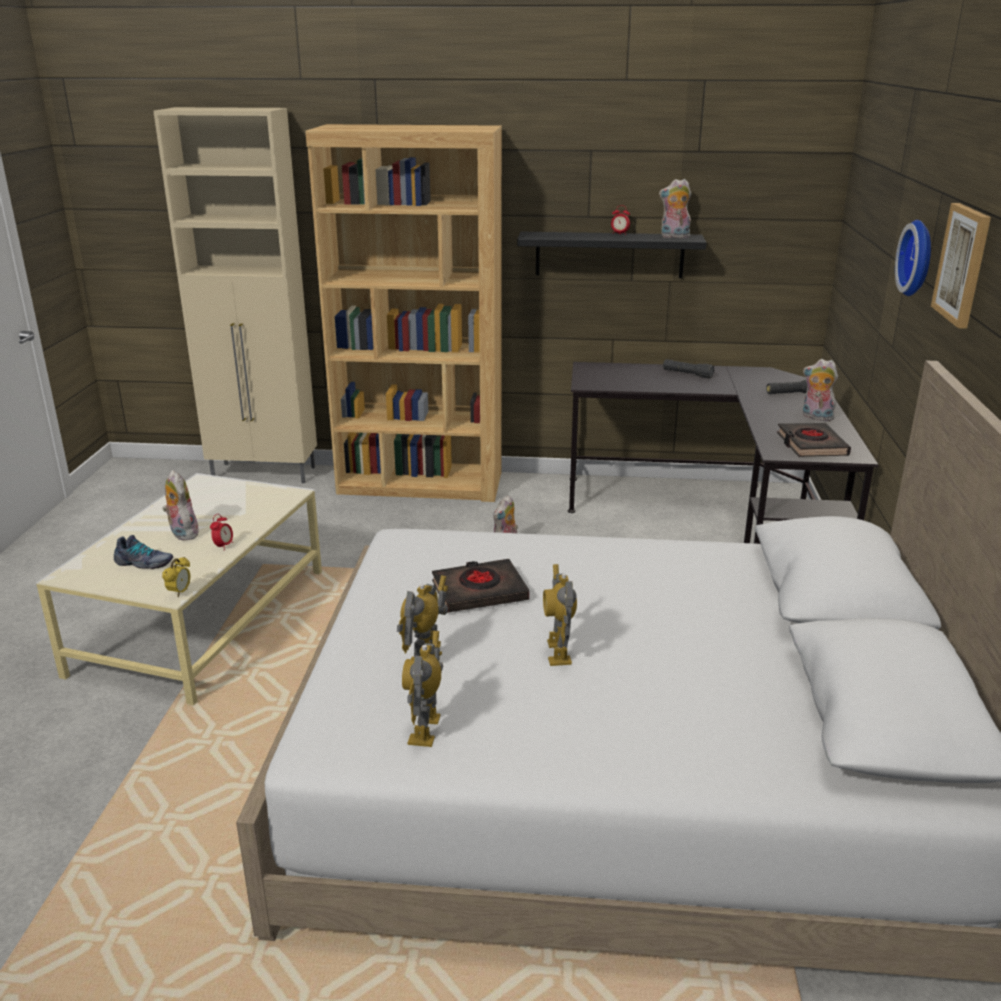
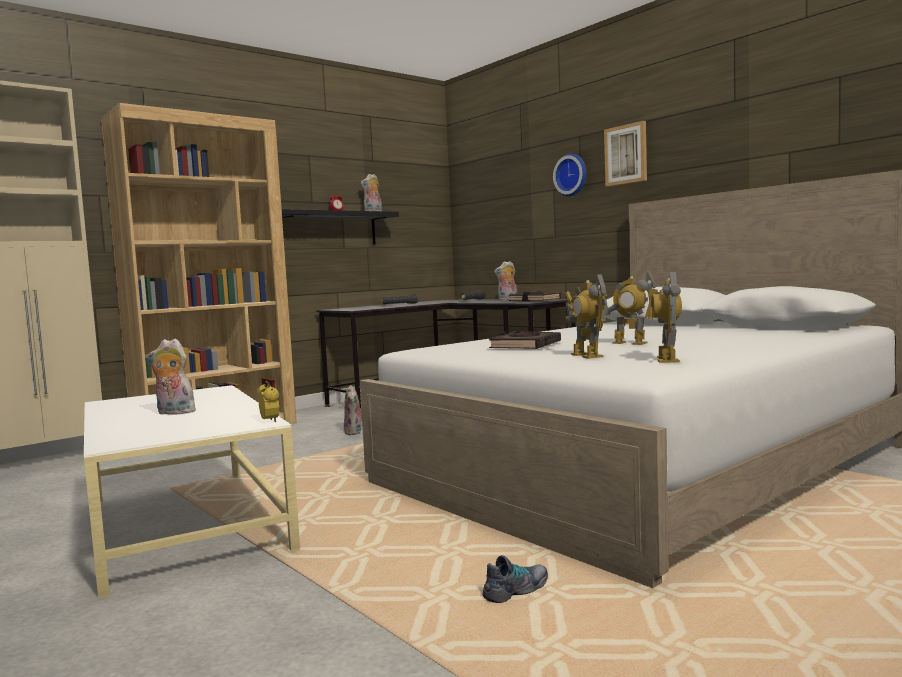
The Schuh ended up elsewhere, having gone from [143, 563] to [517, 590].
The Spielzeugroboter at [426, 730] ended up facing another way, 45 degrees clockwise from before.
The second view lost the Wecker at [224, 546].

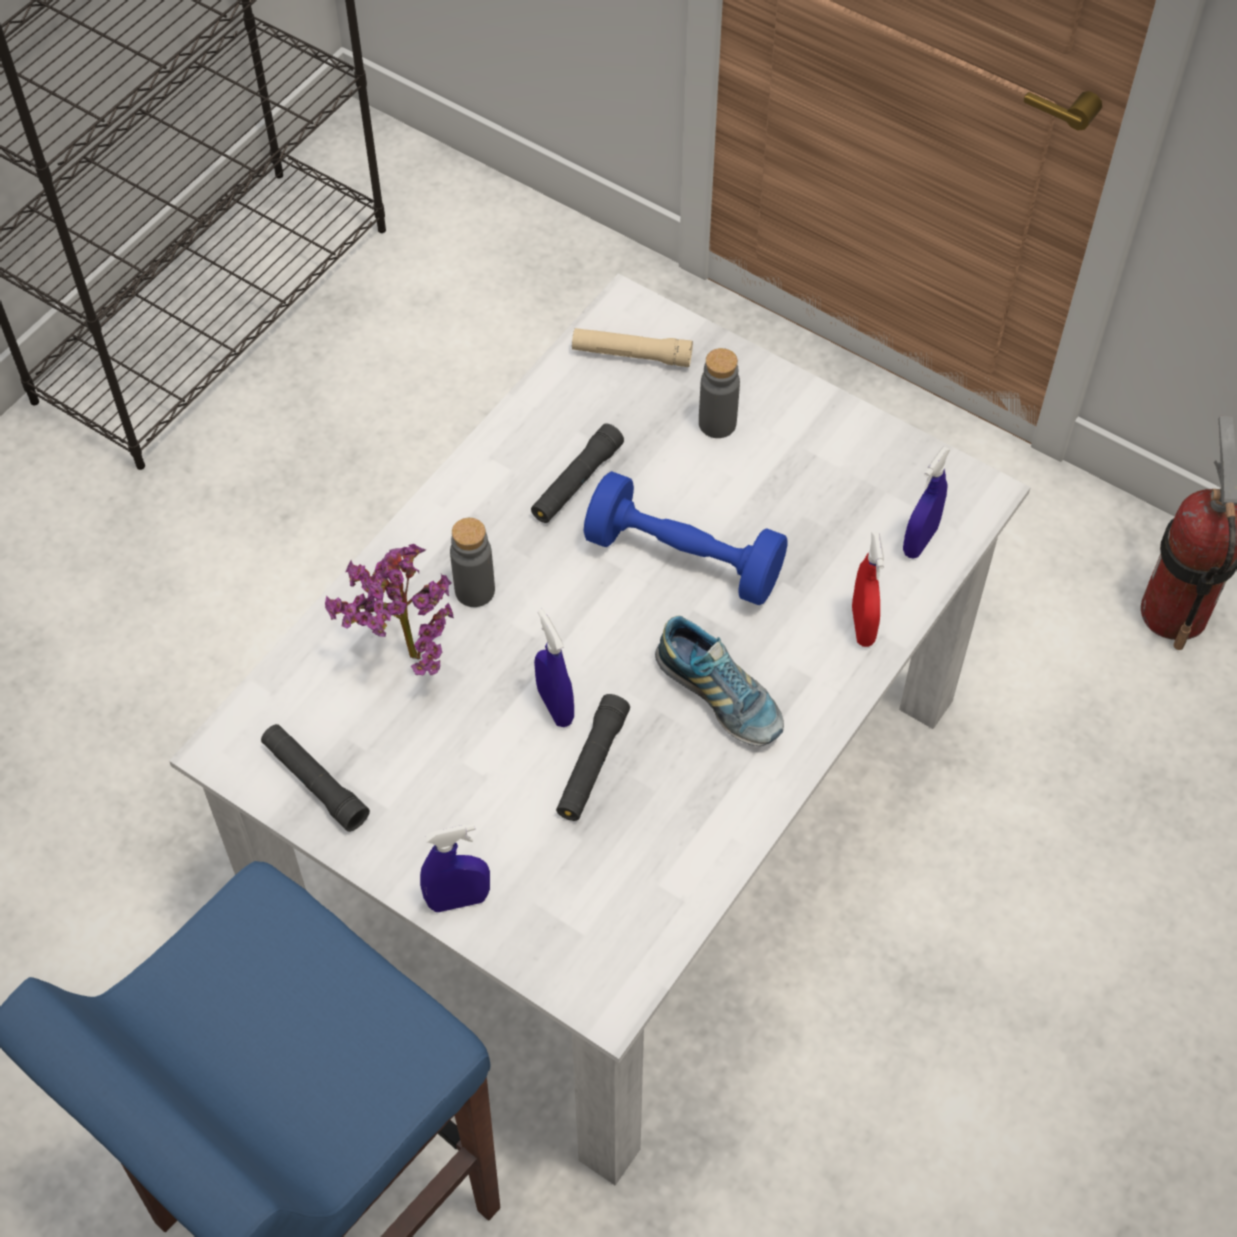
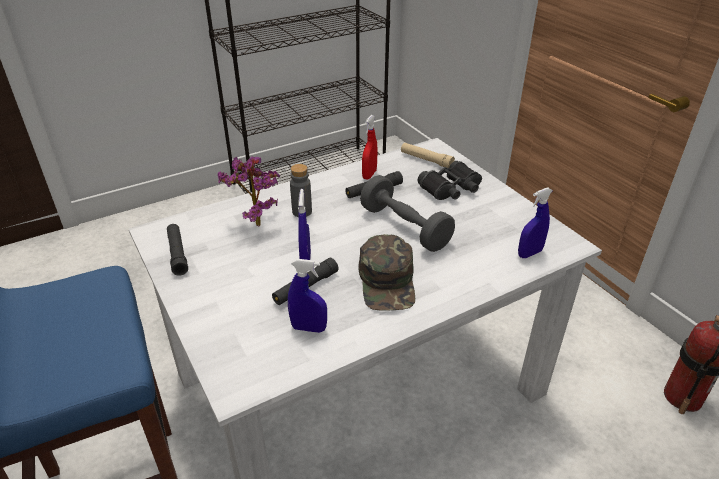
The Sprühflasche [blau] ended up elsewhere, having gone from [458, 900] to [308, 328].
Where the Schuh stood at [719, 696], the Kappe [grün] came to stand at [388, 281].
What was the Hantel [blau] at [684, 559] turned into the Hantel [grau] at [405, 227].
The Sprühflasche [rot] ended up elsewhere, having gone from [862, 626] to [369, 174].
Where the Flasche [grau] stood at [717, 423], the Fernglas [schwarz] came to stand at [451, 189].

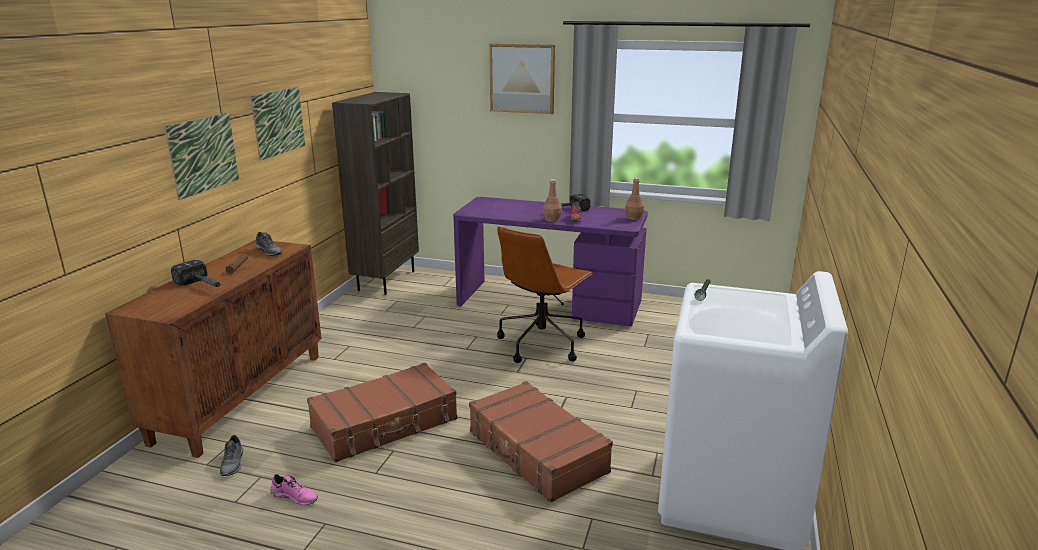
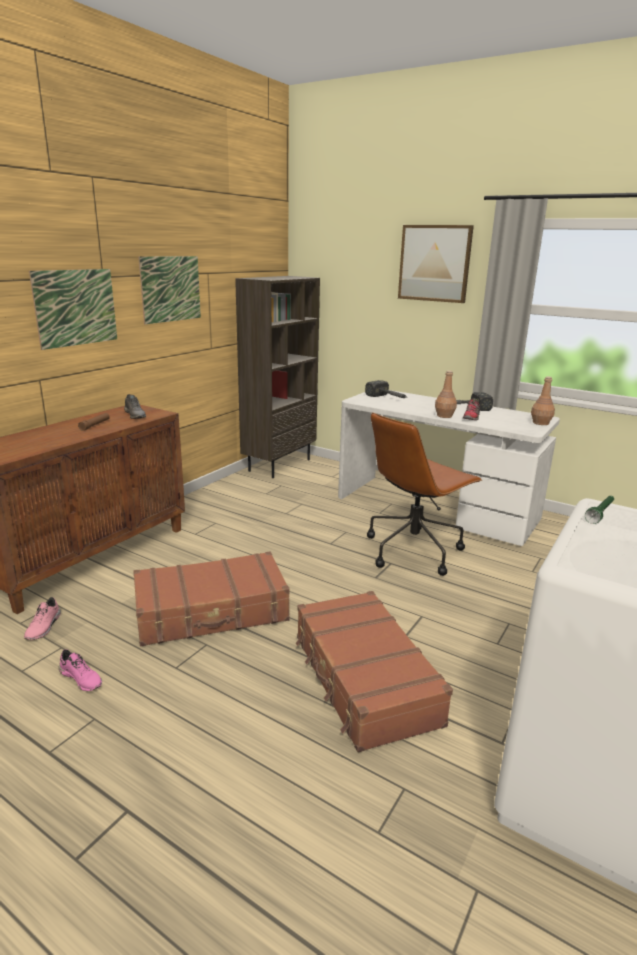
What was the Schuh [grau] at [233, 463] turned into the Schuh [rosa] at [44, 627].
What was the Schreibtisch [lila] at [549, 303] turned into the Schreibtisch [weiß] at [436, 508].
The Hammer ended up elsewhere, having gone from [203, 286] to [388, 398].

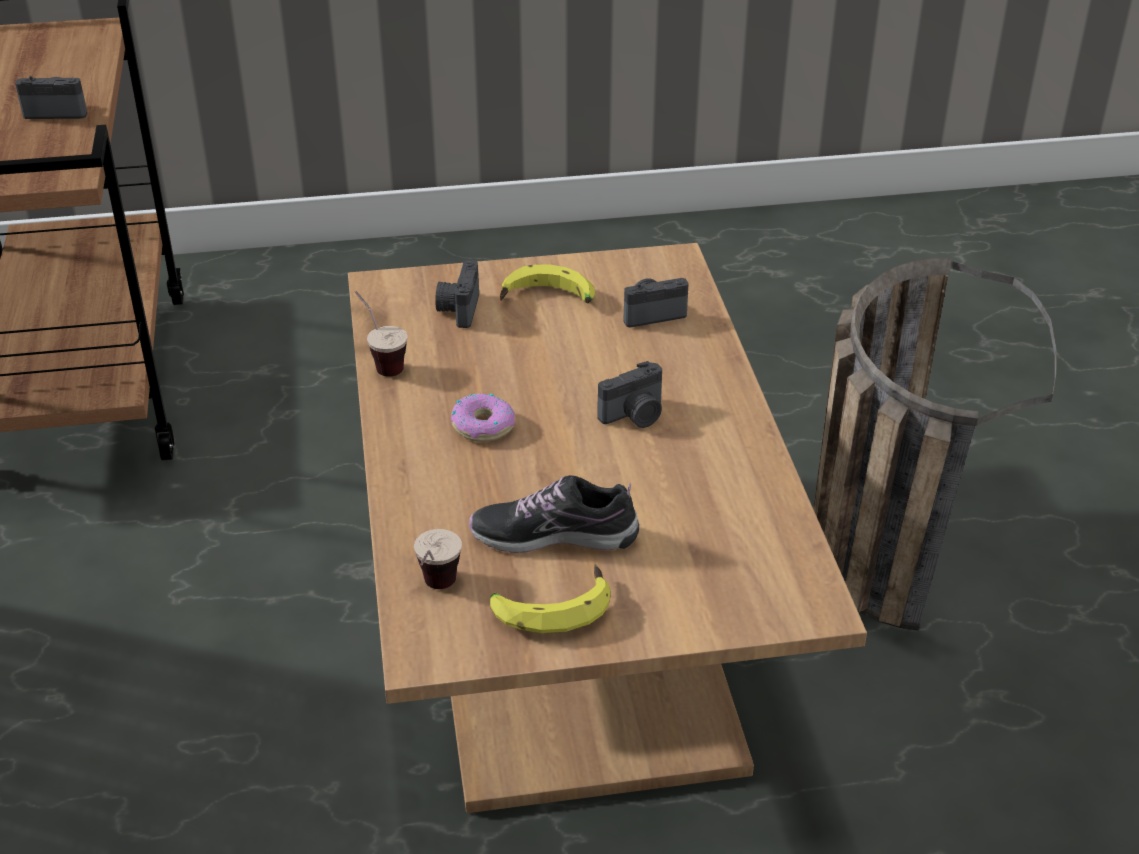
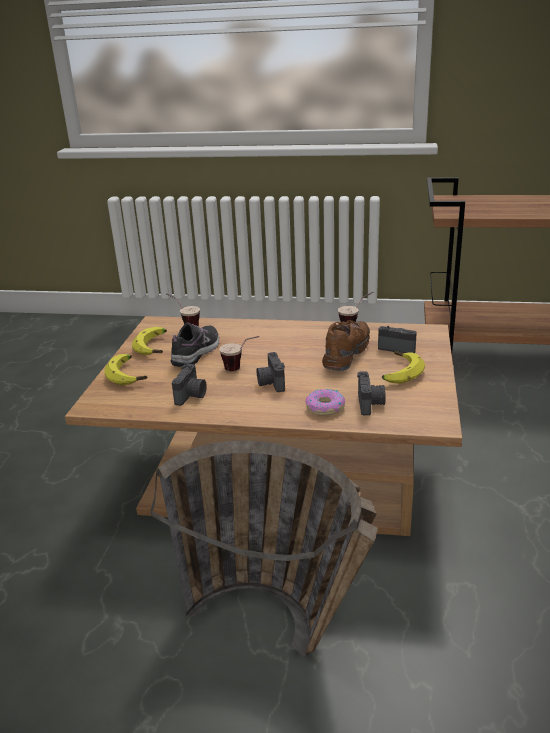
The second view gained the Banane at [129, 375].
The Kamera ended up elsewhere, having gone from [57, 111] to [191, 395].
The second view gained the Tasse at [241, 369].
The Donut ended up elsewhere, having gone from [483, 425] to [325, 408].
The second view gained the Schuh [braun] at [346, 355].

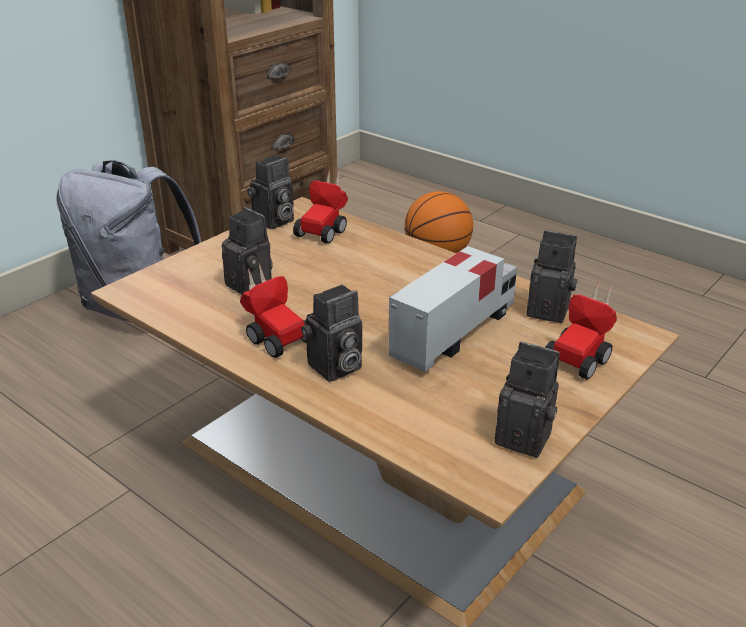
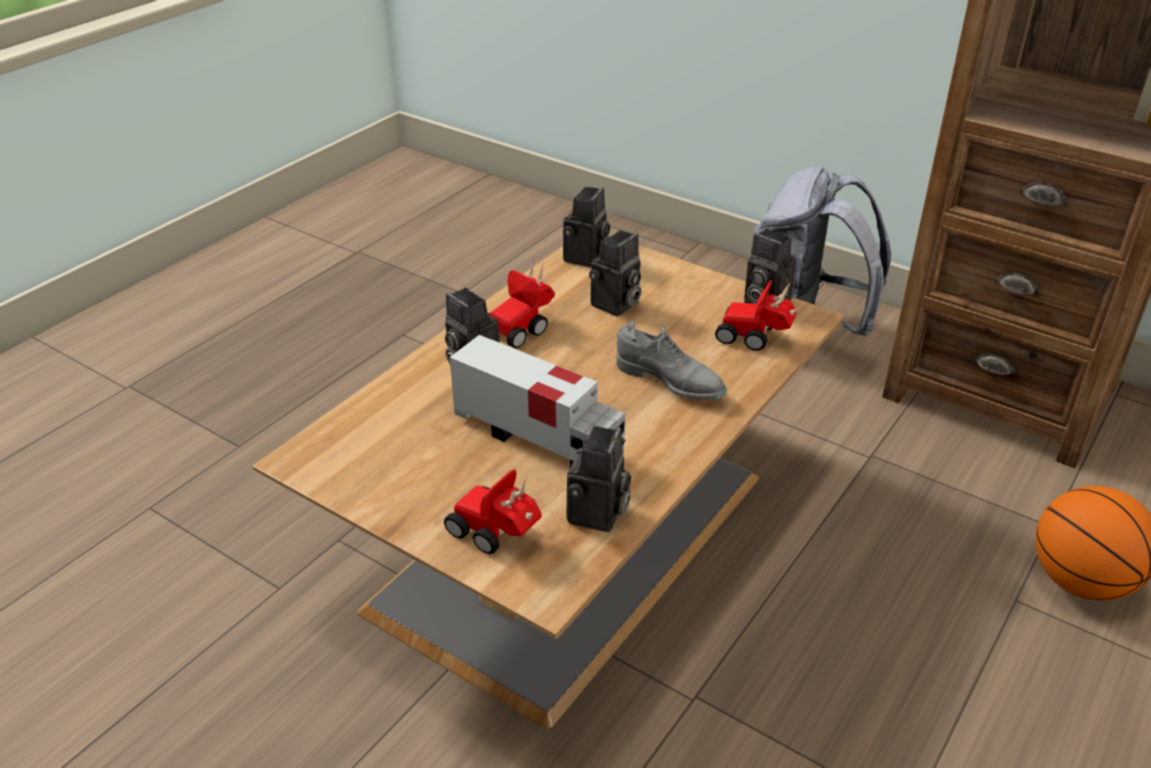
The Kamera ended up elsewhere, having gone from [527, 437] to [586, 258].
The second view gained the Schuh [grau] at [670, 381].

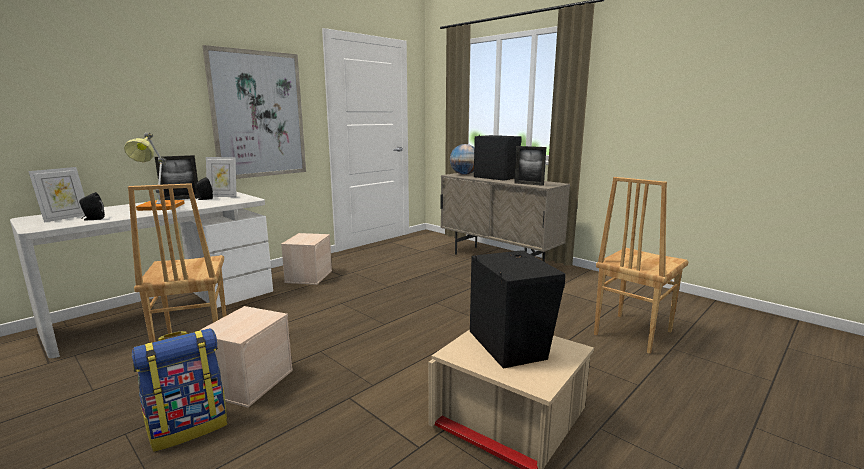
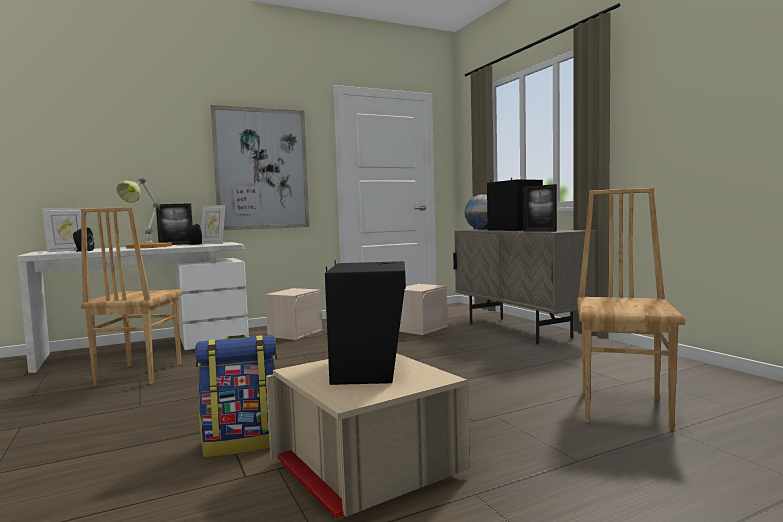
The Rucksack ended up elsewhere, having gone from [189, 427] to [242, 443].
The Aufbewahrungsbox [beige] ended up elsewhere, having gone from [249, 381] to [421, 328].
The Stuhl [braun] at [631, 332] ended up facing another way, 135 degrees clockwise from before.

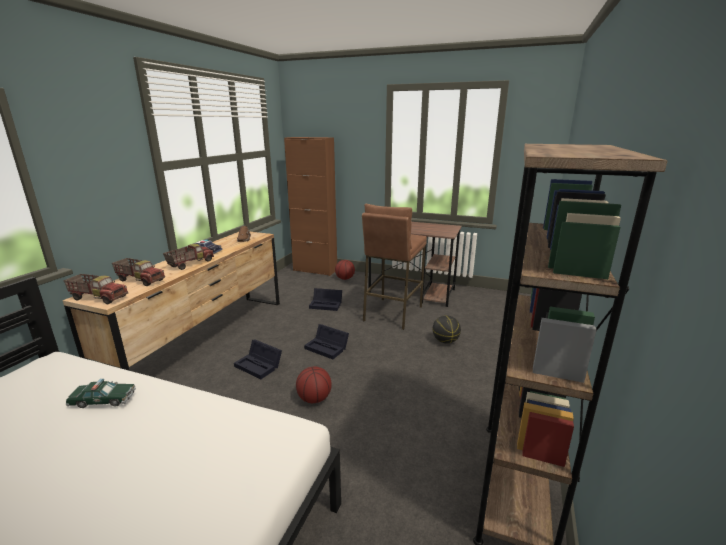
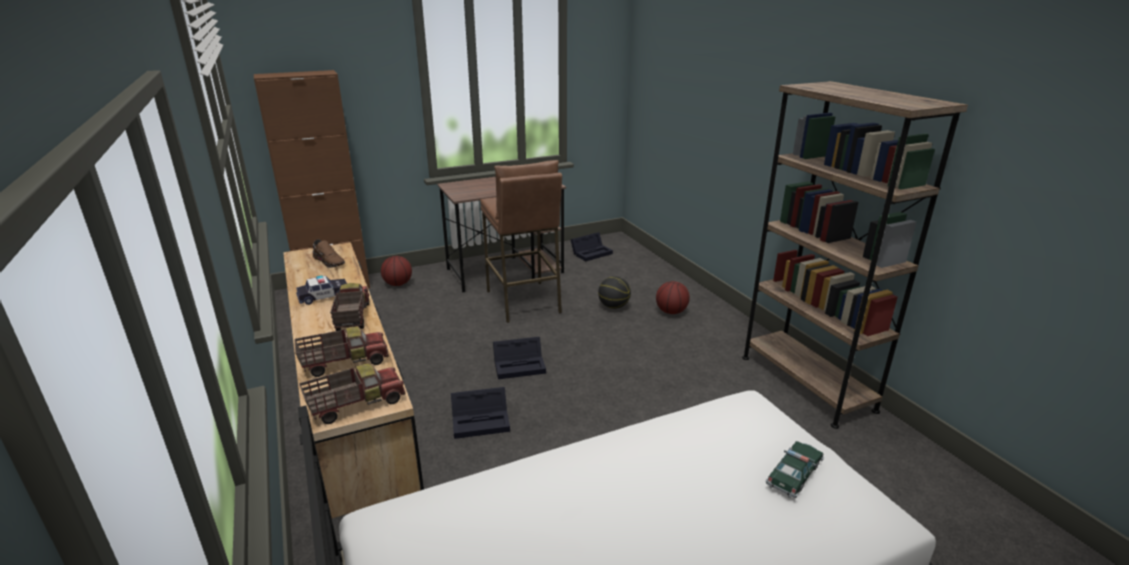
The Aufbewahrungsbox [schwarz] ended up elsewhere, having gone from [327, 304] to [592, 253].
The Basketball ended up elsewhere, having gone from [314, 399] to [671, 312].
The Spielzeugauto ended up elsewhere, having gone from [103, 400] to [794, 474].

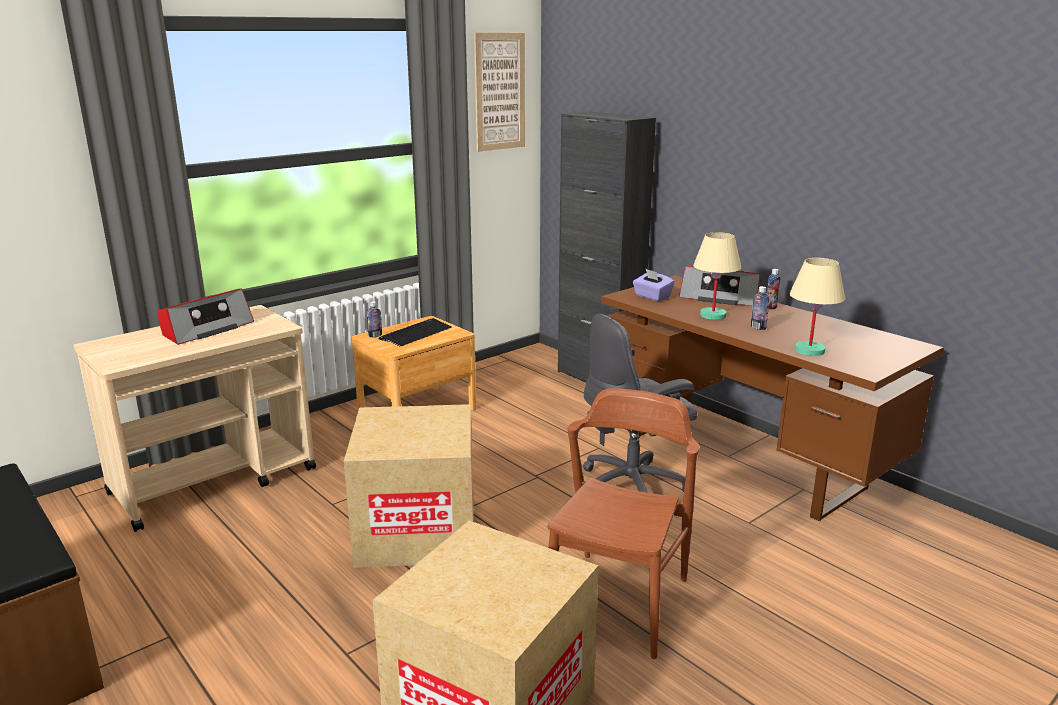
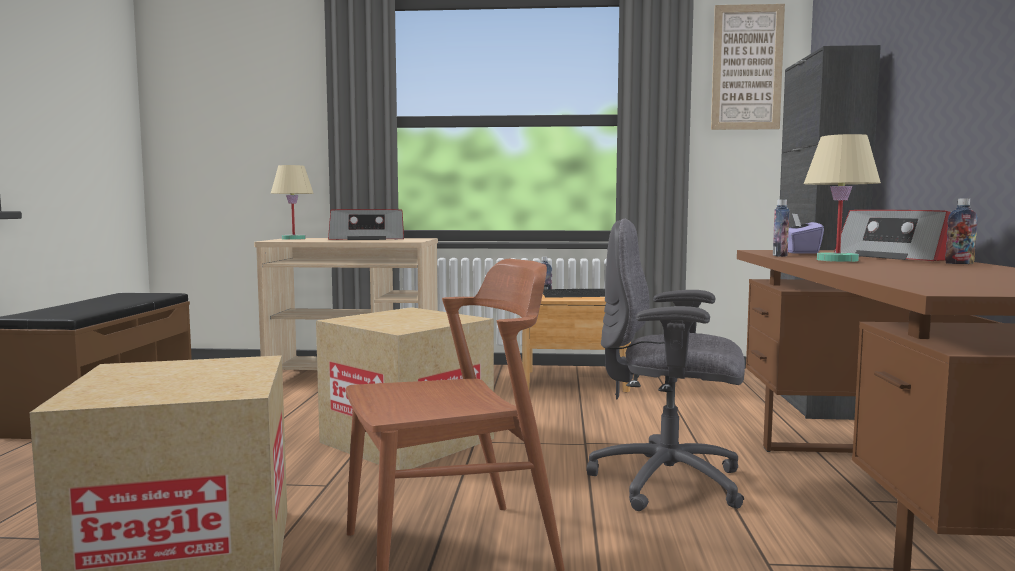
The Tischlampe [beige] ended up elsewhere, having gone from [810, 350] to [294, 239].
The Flasche ended up elsewhere, having gone from [758, 327] to [780, 256].

